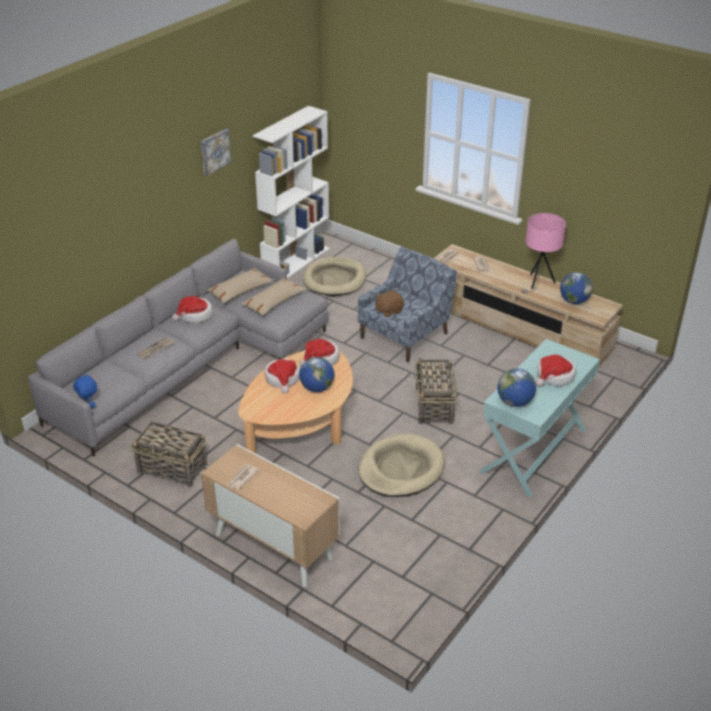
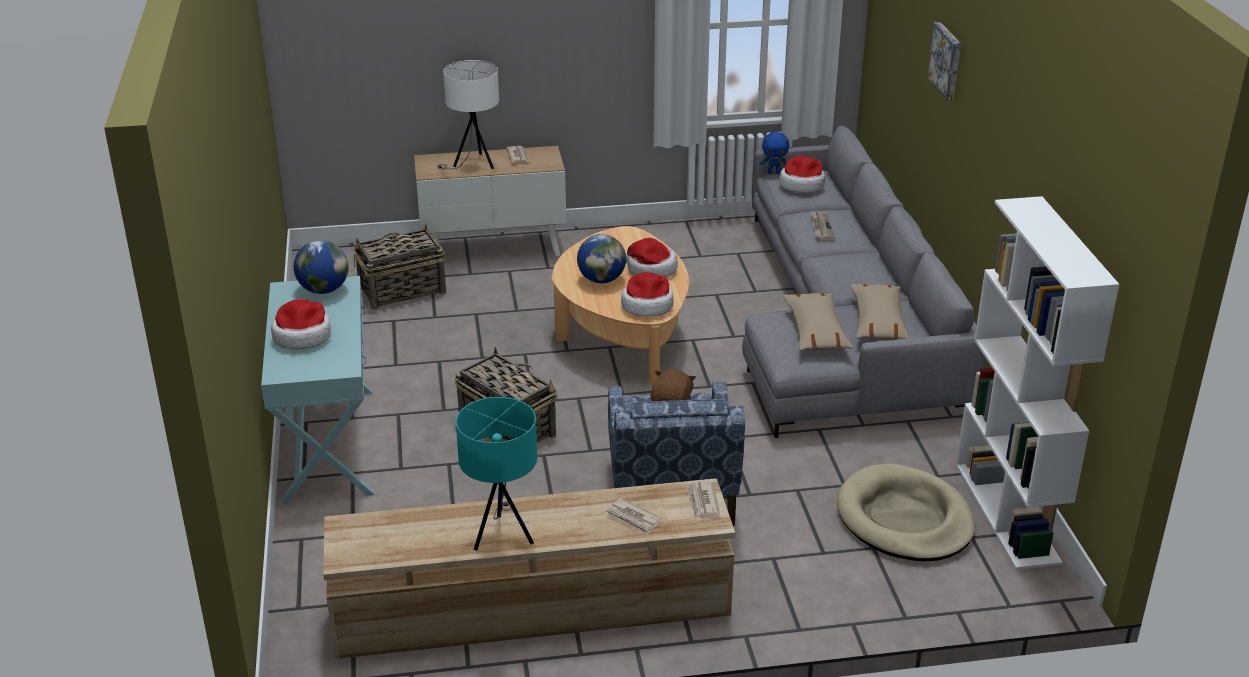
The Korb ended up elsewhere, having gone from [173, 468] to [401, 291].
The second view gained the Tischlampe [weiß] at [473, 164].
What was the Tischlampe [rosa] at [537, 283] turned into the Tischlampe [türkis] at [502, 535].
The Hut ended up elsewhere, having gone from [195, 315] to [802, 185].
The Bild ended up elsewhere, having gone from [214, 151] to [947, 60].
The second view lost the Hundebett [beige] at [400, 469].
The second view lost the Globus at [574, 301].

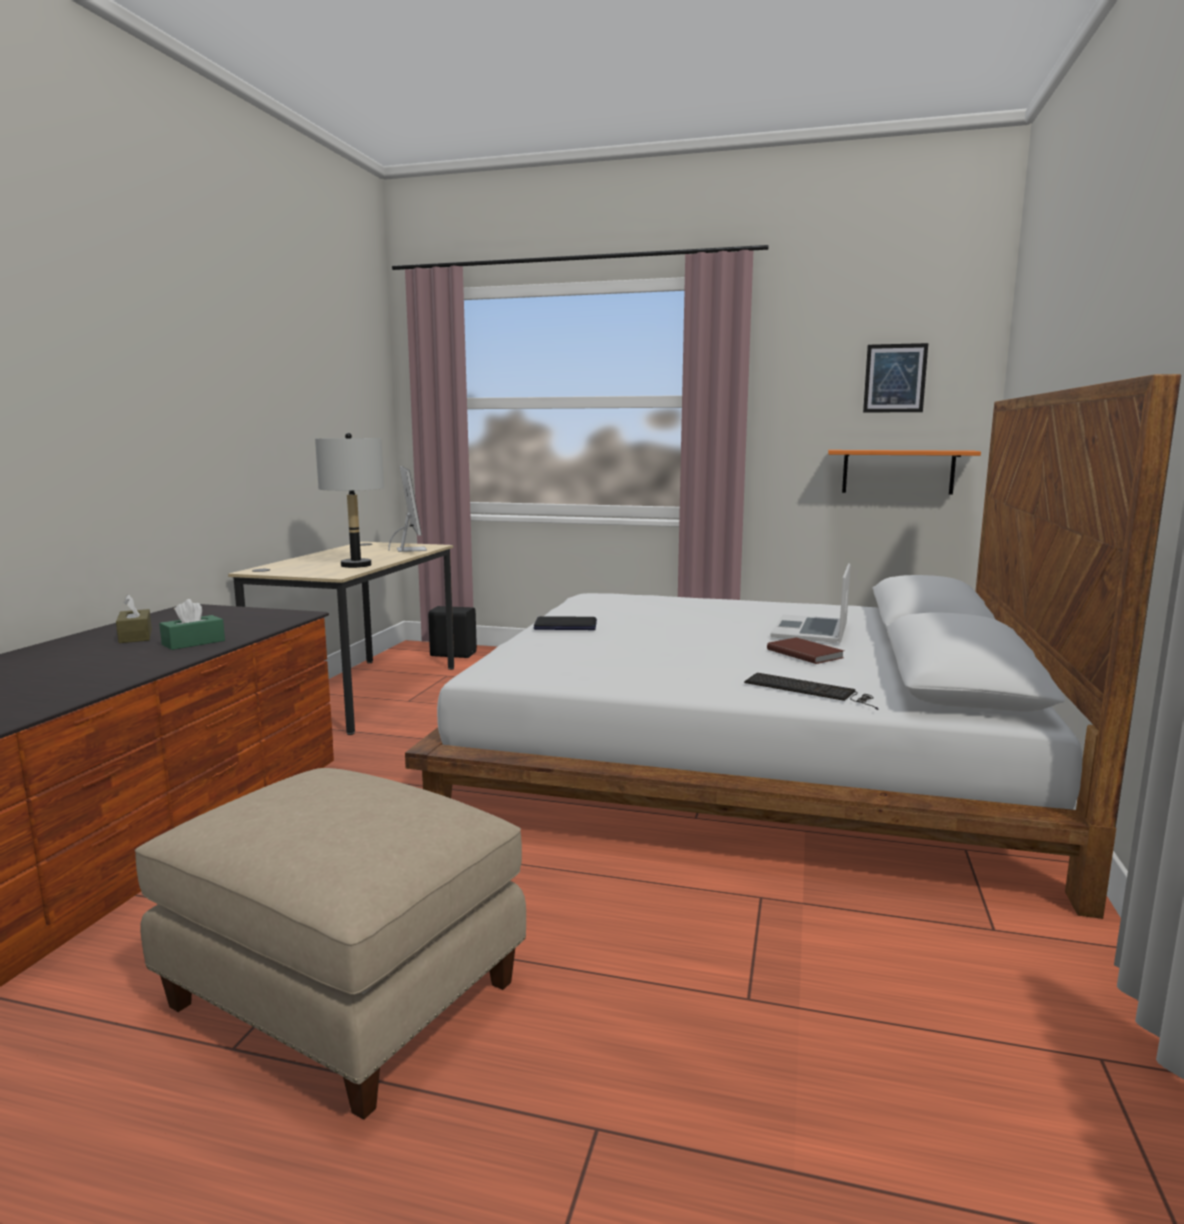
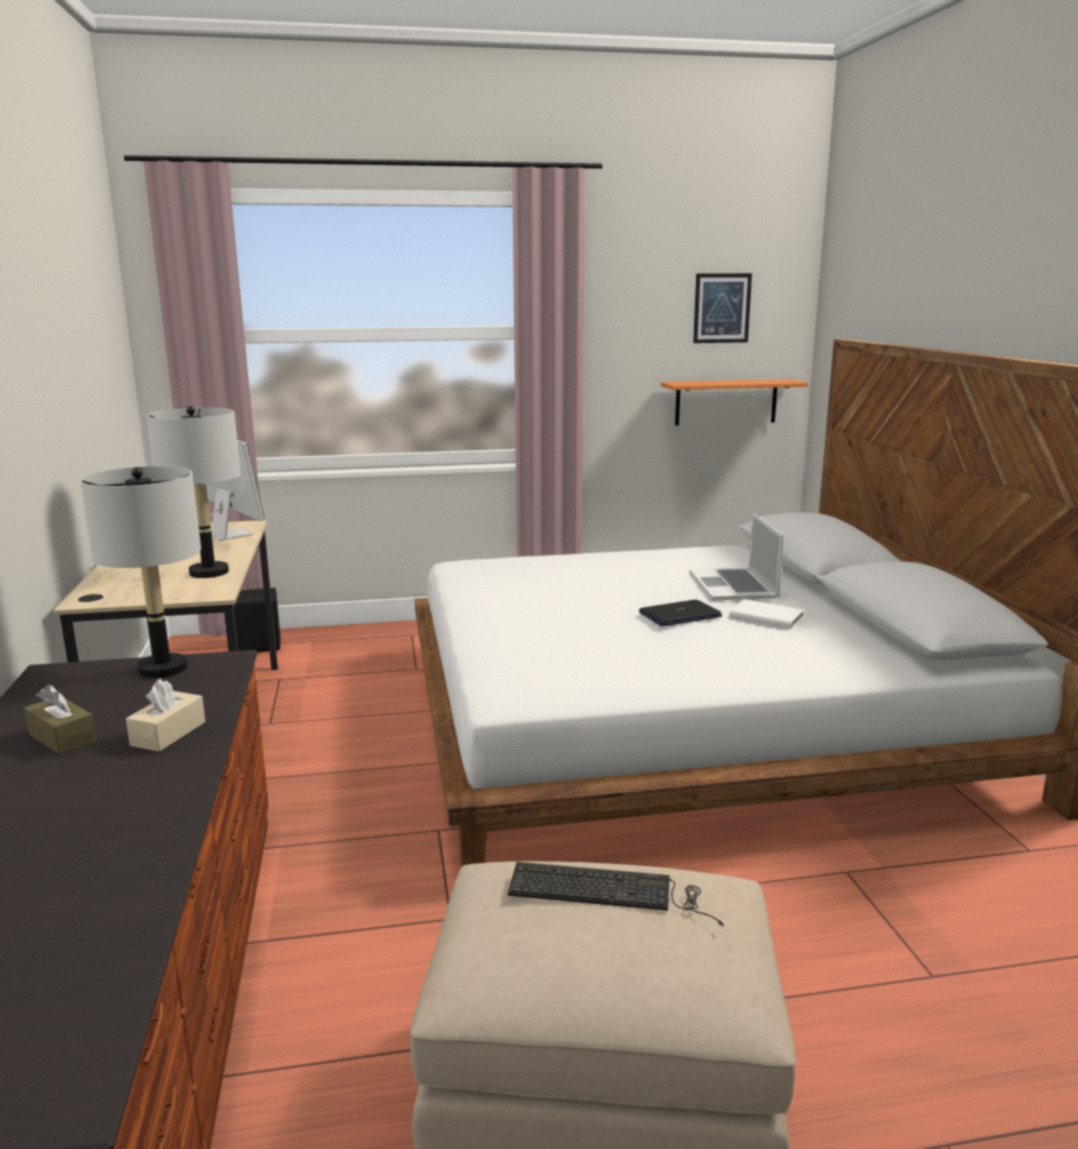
The second view gained the Tischlampe [grau] at [163, 669].
What was the Taschentuchbox [grün] at [193, 643] turned into the Taschentuchbox [beige] at [168, 733].
The Tastatur ended up elsewhere, having gone from [811, 690] to [610, 891].
The Laptop ended up elsewhere, having gone from [566, 625] to [680, 615].
What was the Buch [braun] at [805, 653] turned into the Buch [weiß] at [766, 616].

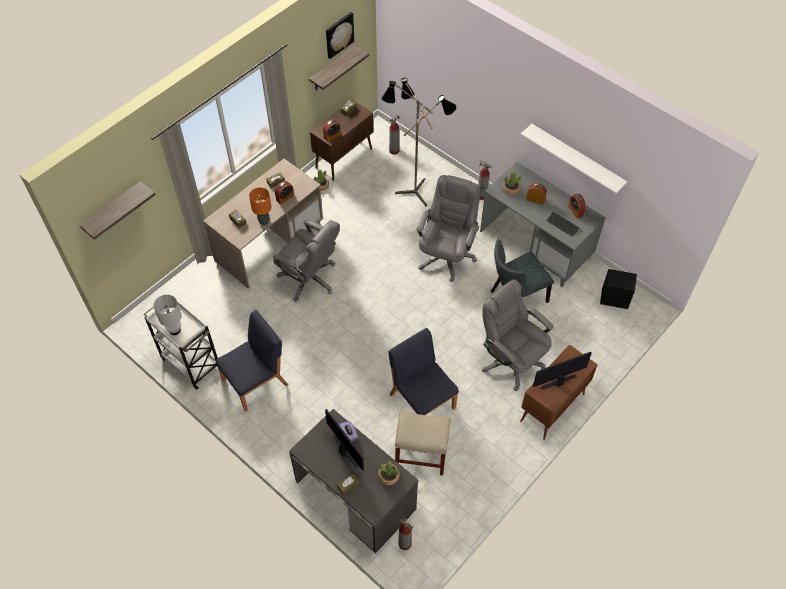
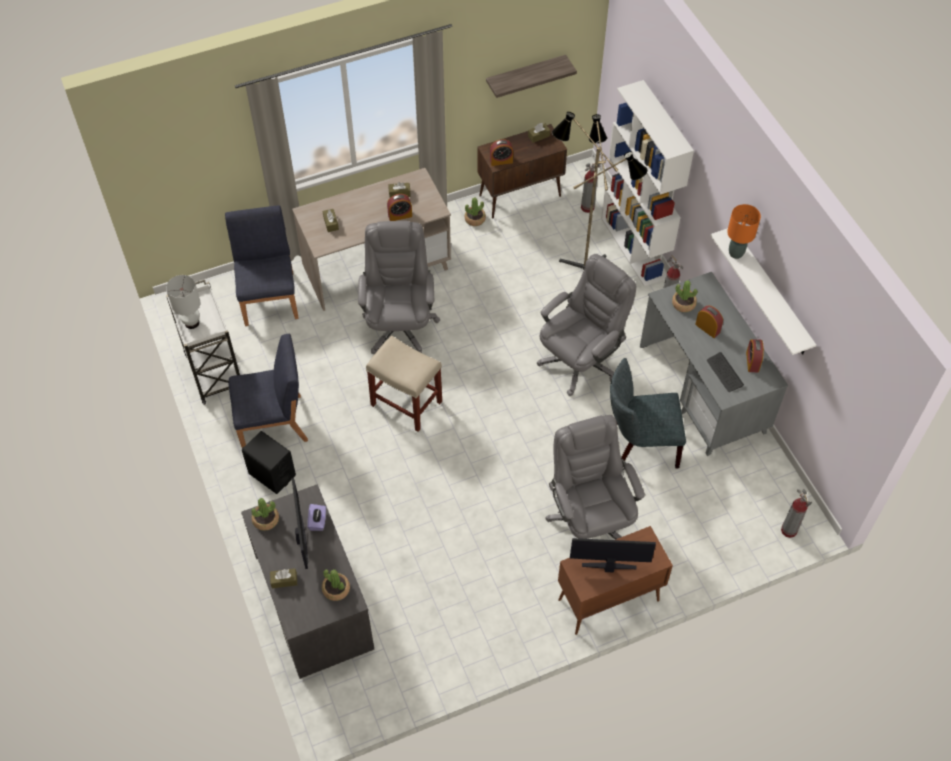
The Stuhl [blau] ended up elsewhere, having gone from [422, 400] to [269, 297].
The Lautsprecher [schwarz] ended up elsewhere, having gone from [614, 299] to [272, 474].
The second view gained the Topfpflanze at [266, 520].
The Bürostuhl [grau] at [309, 279] ended up facing another way, 150 degrees counterclockwise from before.
The Hocker [beige] ended up elsewhere, having gone from [422, 455] to [407, 403].
The second view gained the Bücherregal [weiß] at [634, 248].
The Tischlampe [orange] ended up elsewhere, having gone from [264, 221] to [736, 253].
The Feuerlöscher ended up elsewhere, having gone from [404, 543] to [788, 530].
The second view lost the Wandregal at [113, 210].
The second view lost the Bild at [338, 34].

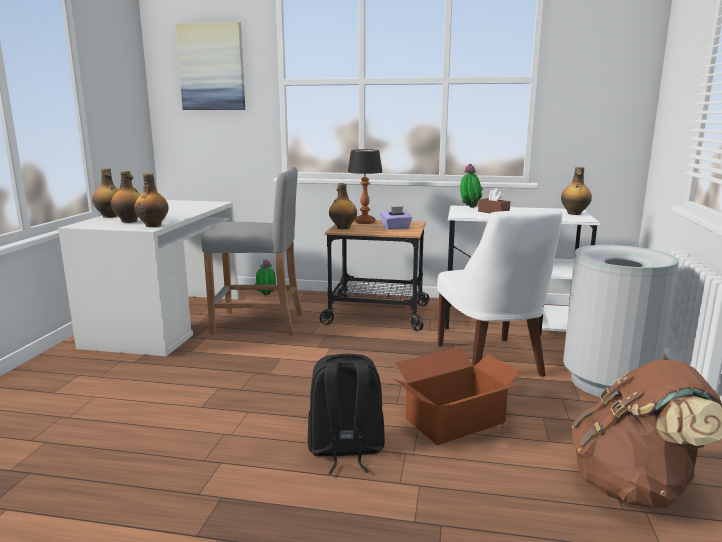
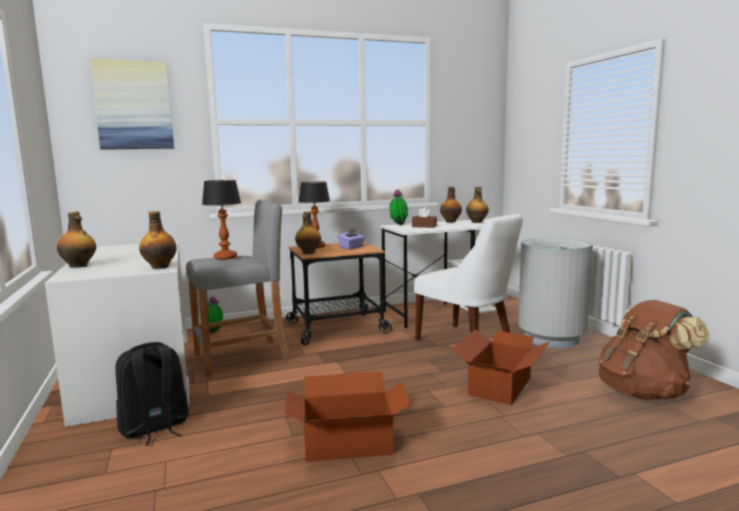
The Rucksack [schwarz] ended up elsewhere, having gone from [345, 450] to [154, 428].
The second view gained the Tischlampe at [225, 258].
The second view gained the Karton at [347, 443].
The Flasche ended up elsewhere, having gone from [130, 221] to [451, 221].

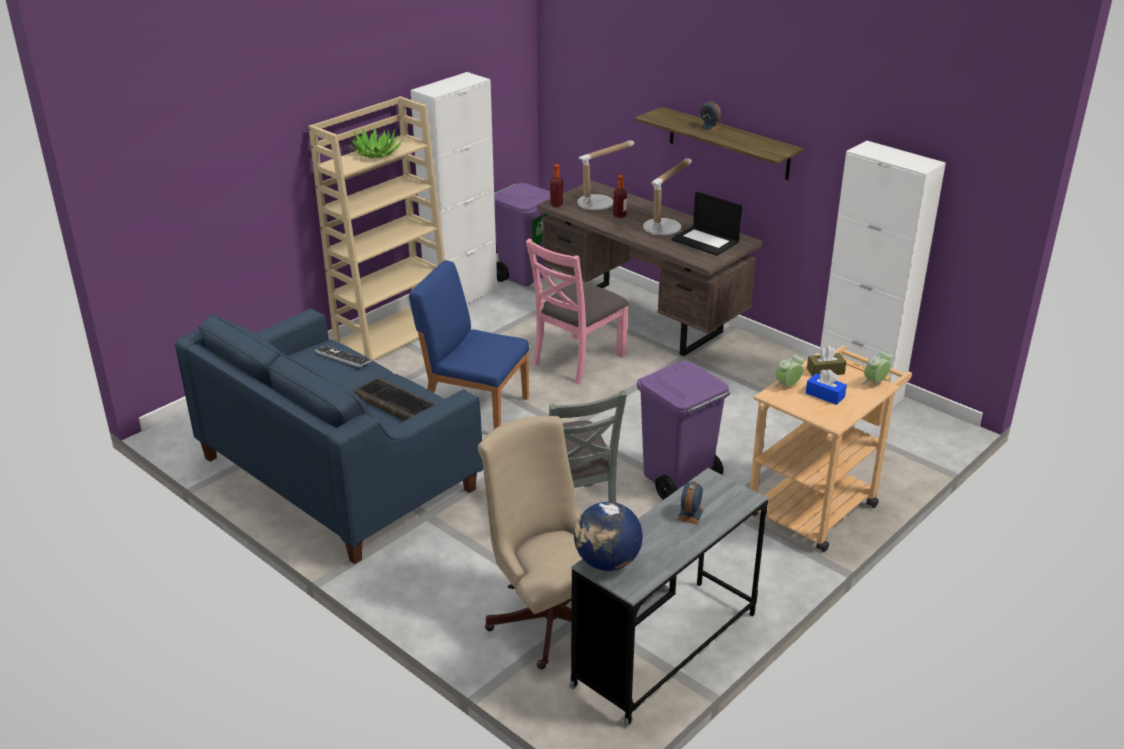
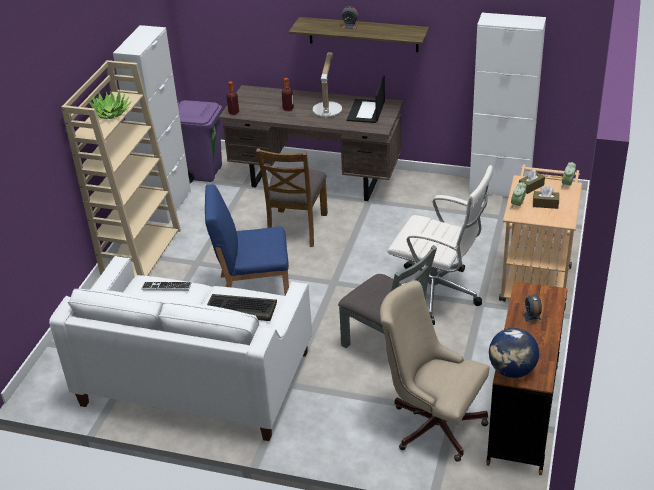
What was the Sofa [blau] at [338, 473] turned into the Sofa [weiß] at [196, 378].
What was the Stuhl [rosa] at [577, 359] turned into the Stuhl [braun] at [296, 228].
The Laptop at [706, 241] ended up facing another way, 90 degrees clockwise from before.
Where the Mülleimer [lila] stood at [677, 480], the Bürostuhl [weiß] came to stand at [436, 294].
What was the Schreibtisch [grau] at [666, 650] turned into the Schreibtisch [braun] at [523, 415].
What was the Taschentuchbox [blau] at [825, 395] turned into the Taschentuchbox [braun] at [545, 204].
The second view lost the Tischlampe at [599, 202].

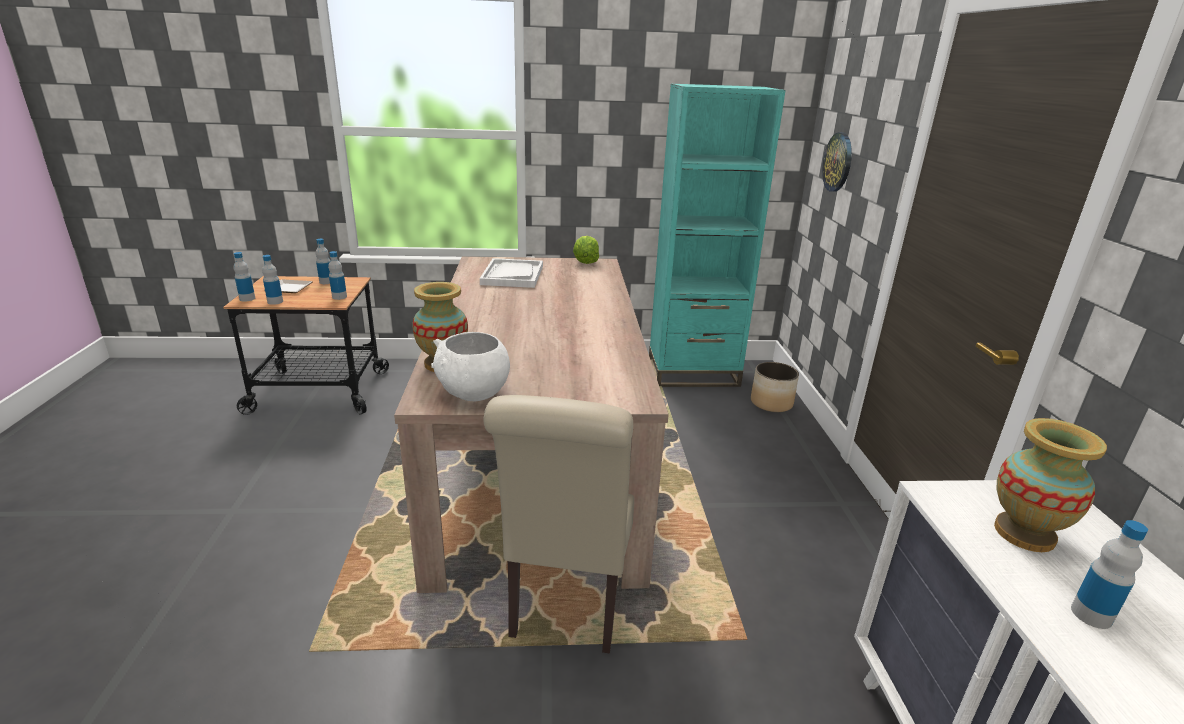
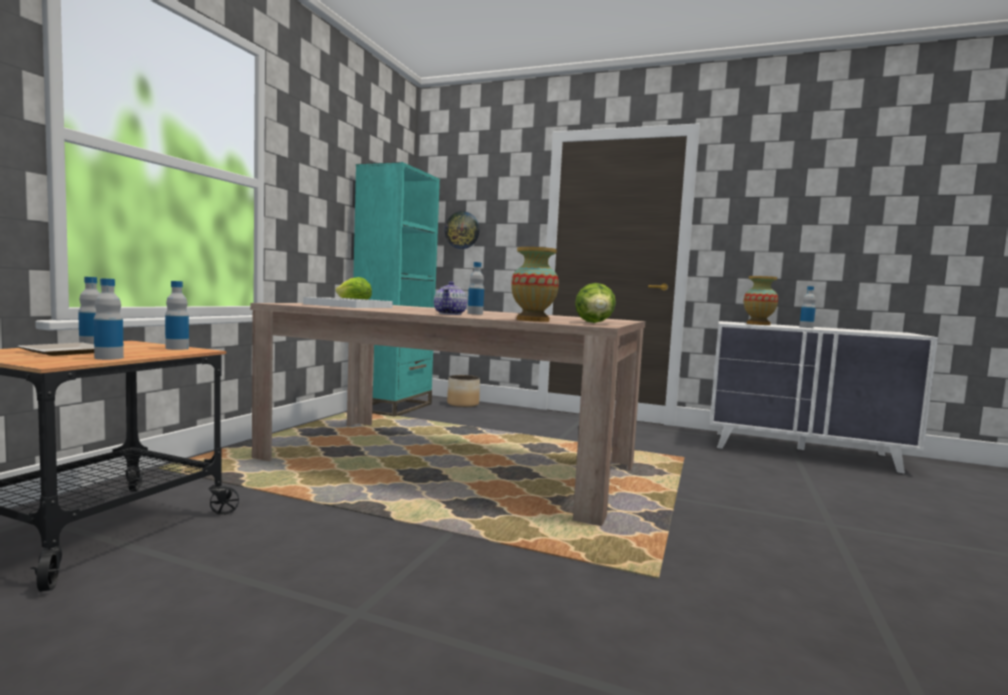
The second view gained the Teekanne at [450, 314].
The Flasche ended up elsewhere, having gone from [247, 298] to [475, 313].
Where the Schüssel [weiß] stood at [473, 394], the Salatkopf came to stand at [594, 323].
The second view lost the Stuhl [beige] at [570, 596].

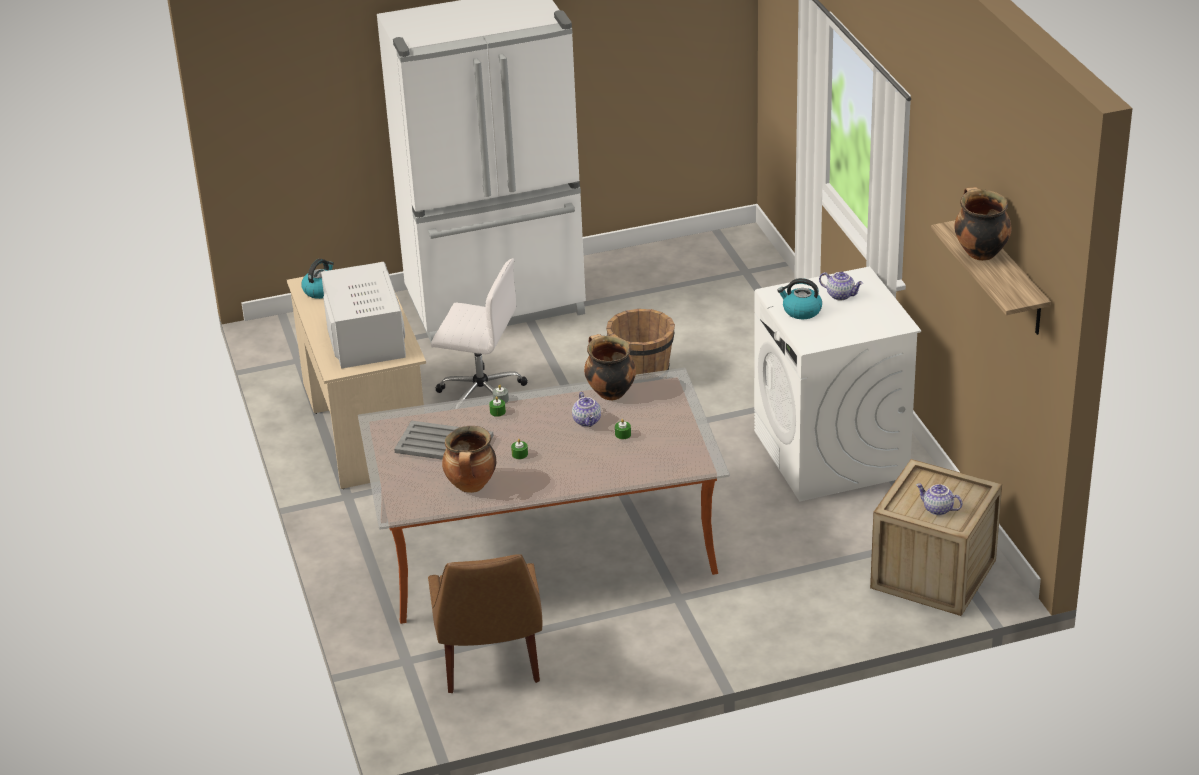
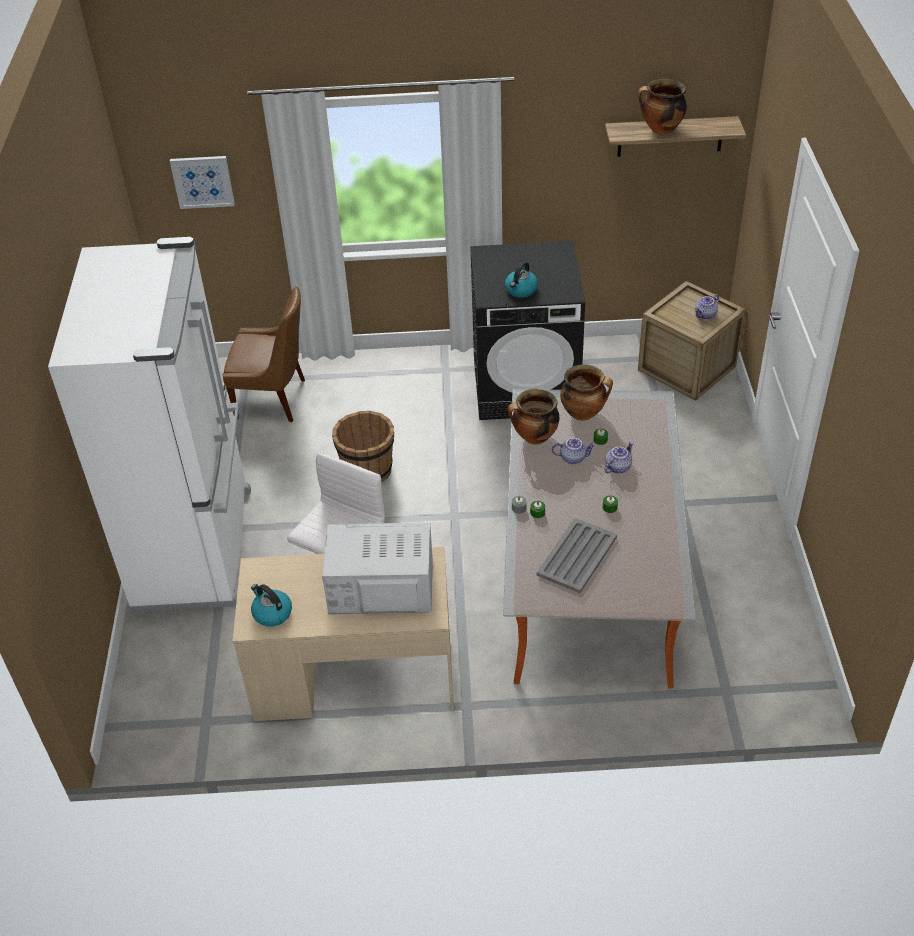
The second view gained the Bild at [202, 181].
The Stuhl [braun] ended up elsewhere, having gone from [490, 664] to [274, 399].
What was the Waschmaschine [weiß] at [831, 454] turned into the Waschmaschine [schwarz] at [526, 386].
The Kochtopf ended up elsewhere, having gone from [471, 486] to [584, 413].
The Teekanne ended up elsewhere, having gone from [841, 295] to [617, 467].

